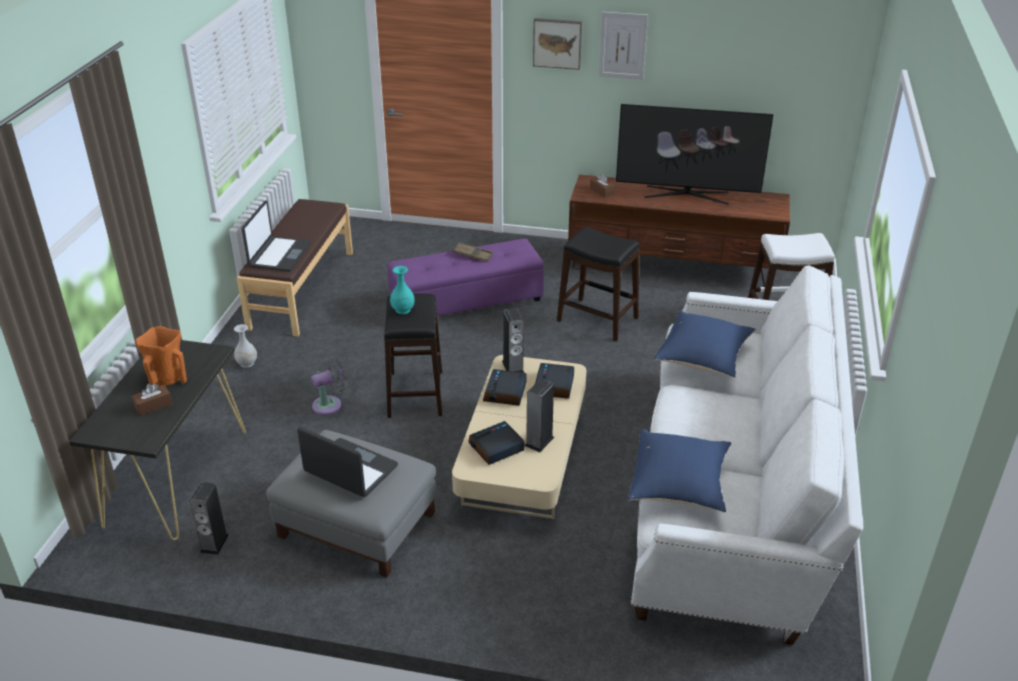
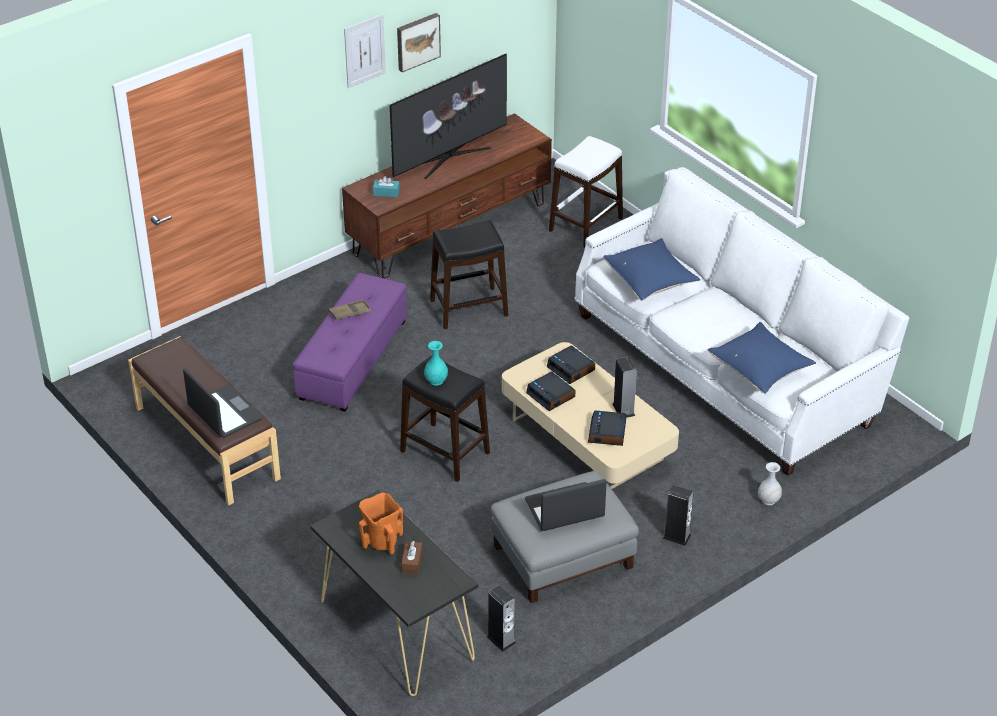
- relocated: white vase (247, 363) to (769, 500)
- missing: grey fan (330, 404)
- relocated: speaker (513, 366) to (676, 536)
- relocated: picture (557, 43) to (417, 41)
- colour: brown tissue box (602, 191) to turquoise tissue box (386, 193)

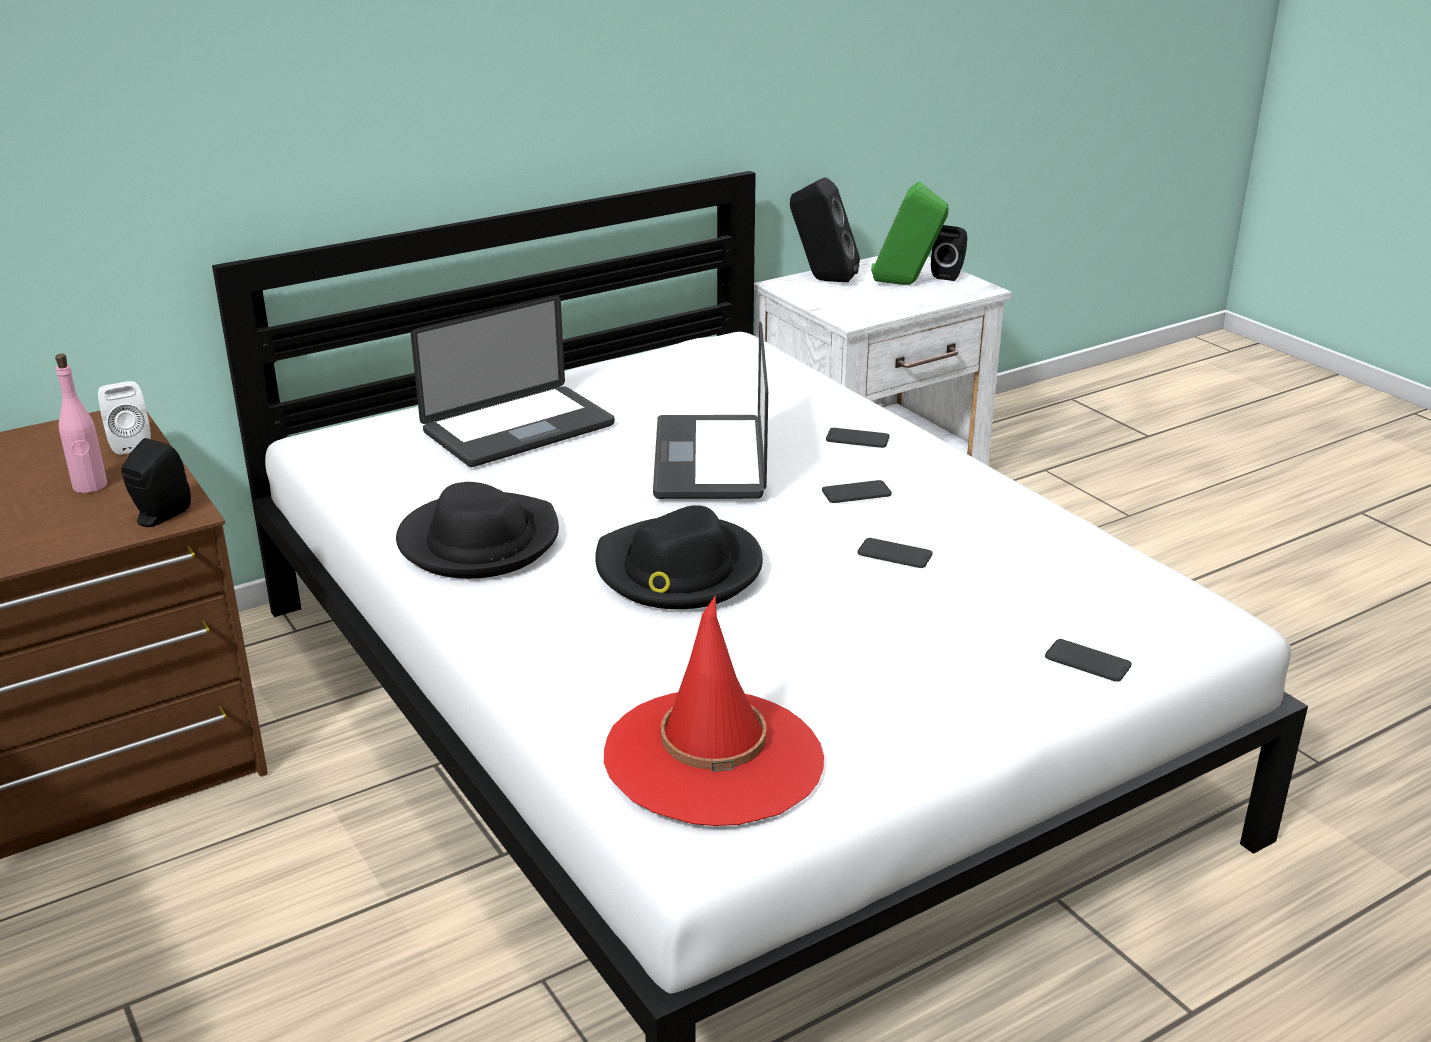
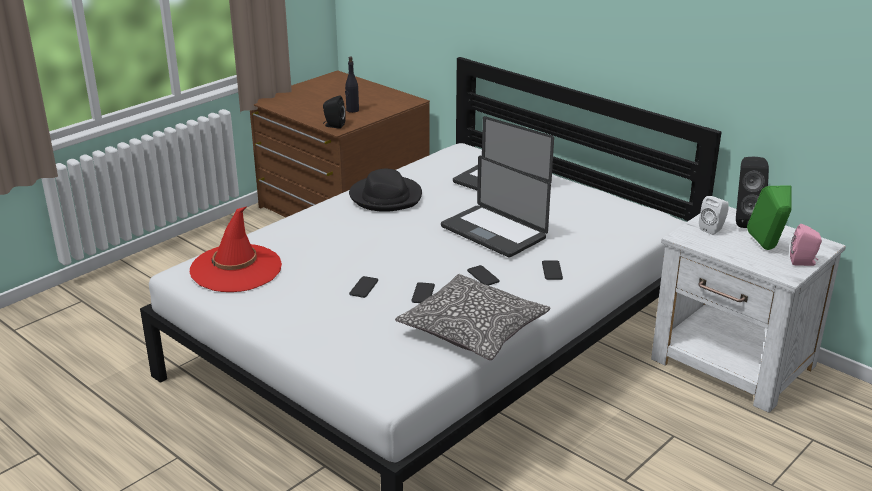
- colour: pink bottle (90, 486) to black bottle (352, 110)
- relocated: white speaker (128, 444) to (713, 229)
- missing: black hat (678, 570)
- spun: laptop (710, 460) = (493, 232) 120 degrees counterclockwise
- colour: black speaker (949, 275) to pink speaker (803, 262)
- relocated: phone (1087, 661) to (364, 287)
- appeared: pillow (473, 330)

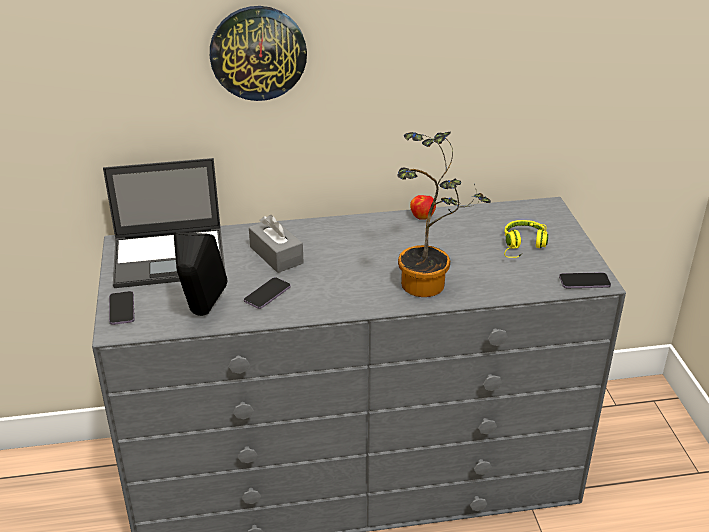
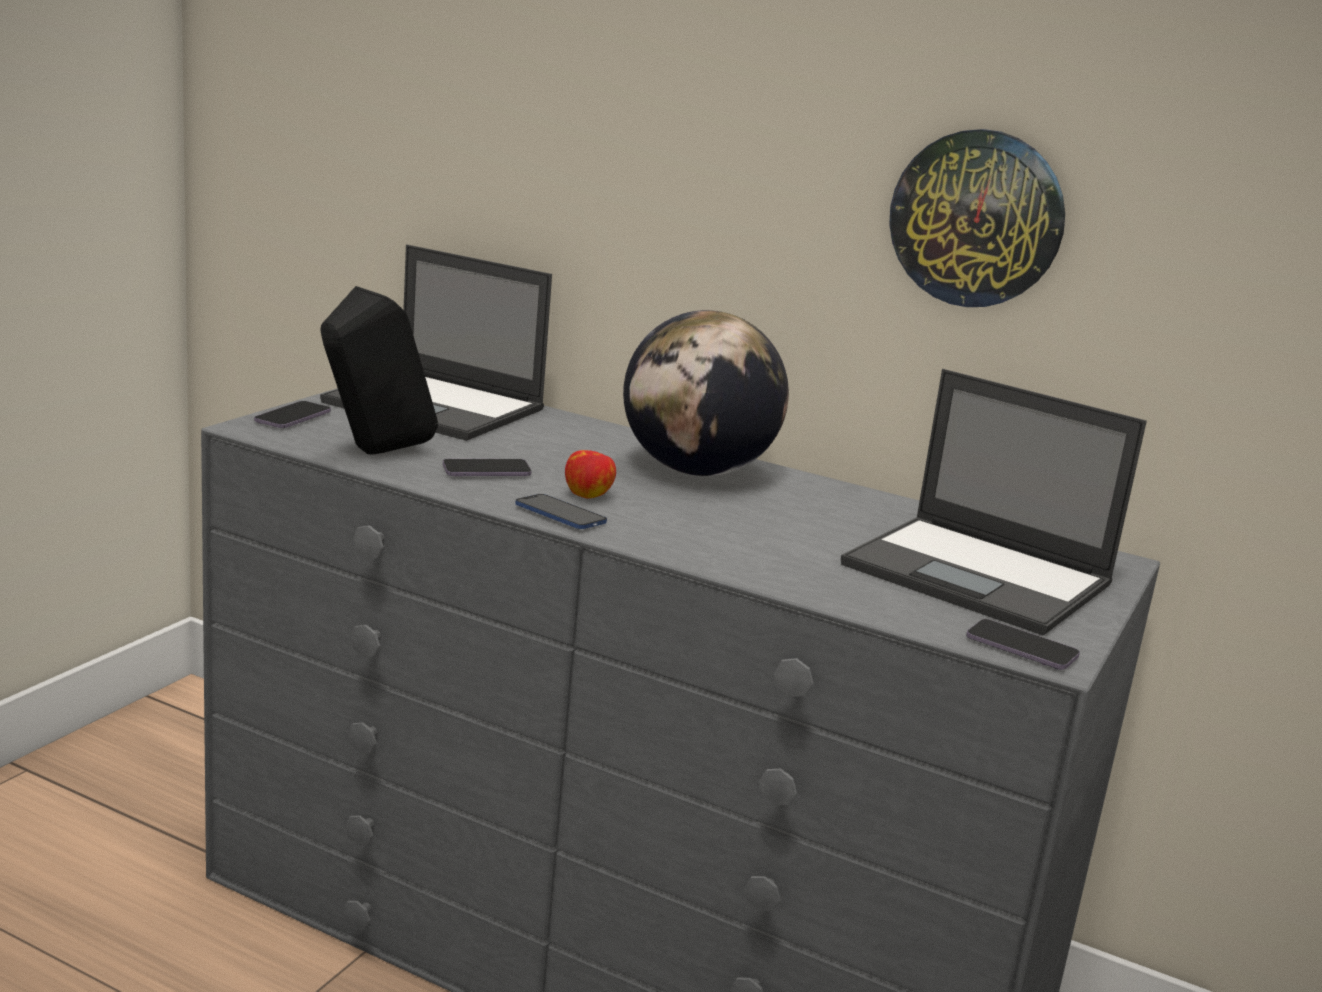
- relocated: wall clock (258, 53) to (977, 218)
- missing: grey tissue box (276, 255)
- missing: potted plant (429, 286)
- relocated: apple (422, 216) to (588, 495)
- exchanged: yellow headphones (523, 246) to laptop (980, 576)
- appeared: phone (560, 514)
- appeared: globe (696, 471)

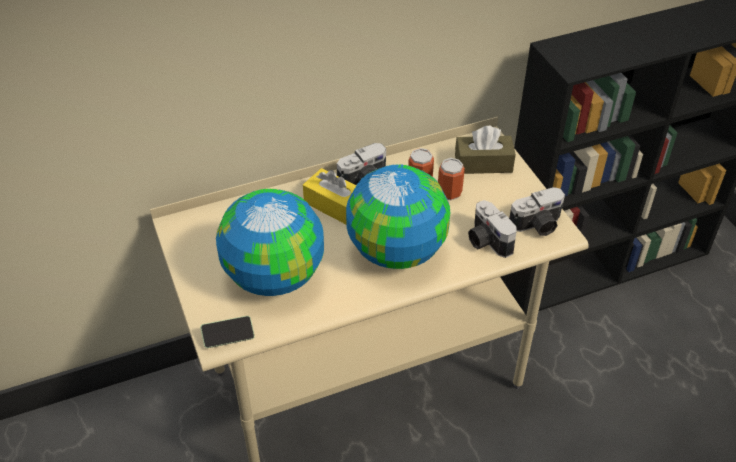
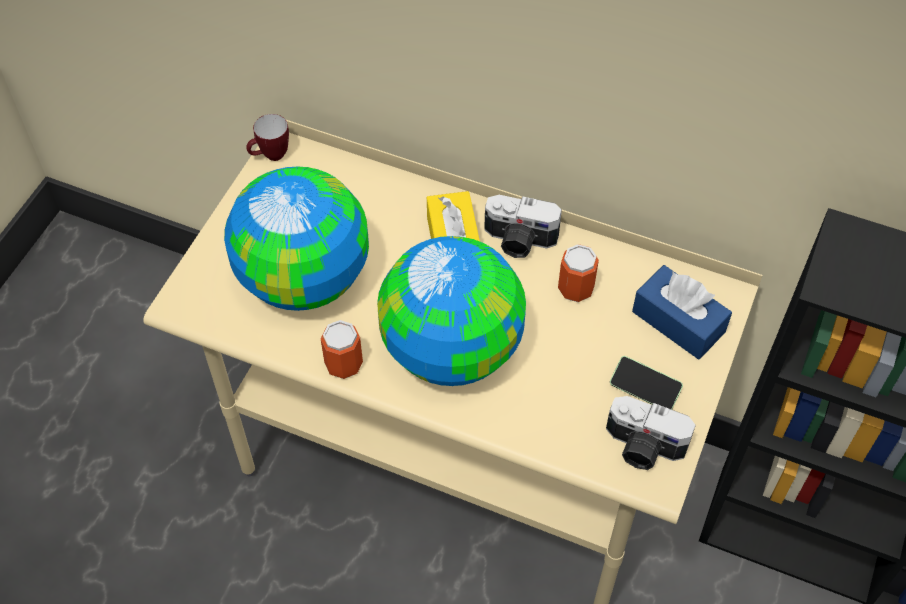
- relocated: phone (228, 336) to (644, 388)
- relocated: can (449, 192) to (344, 364)
- colour: brown tissue box (483, 163) to blue tissue box (678, 322)
- missing: photo camera (486, 241)
- appeared: mug (271, 156)

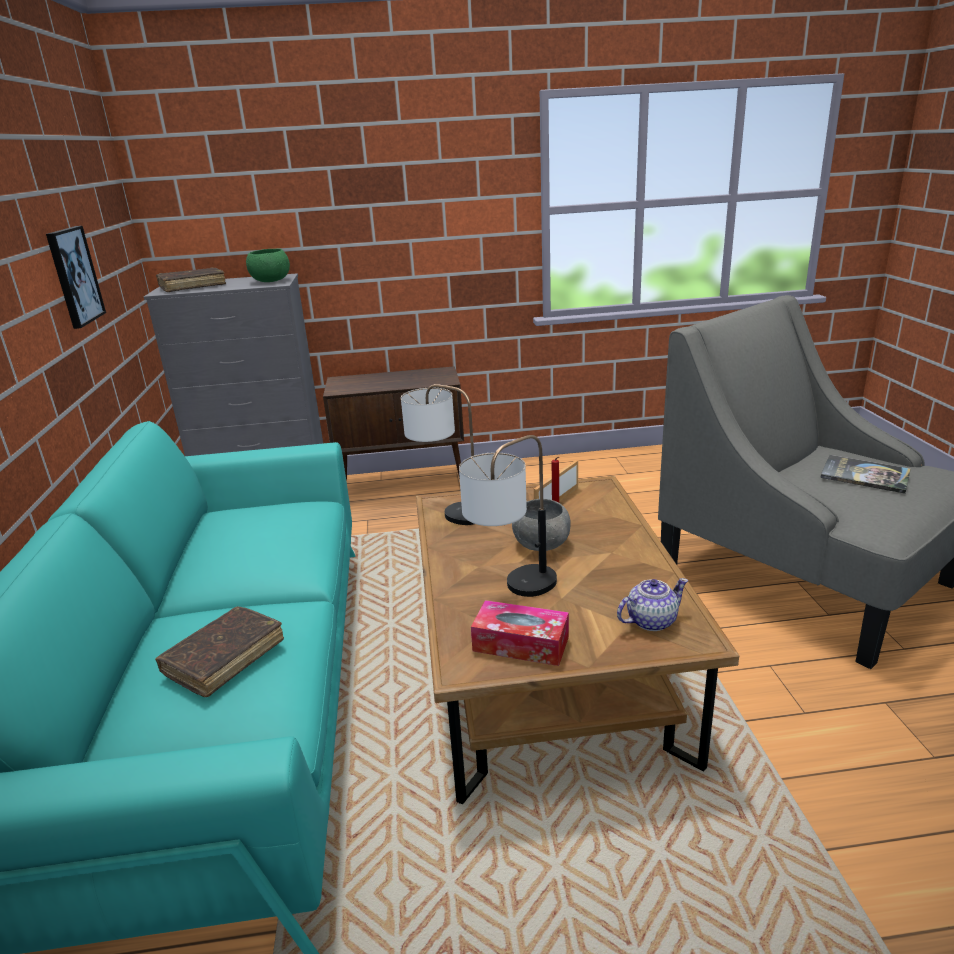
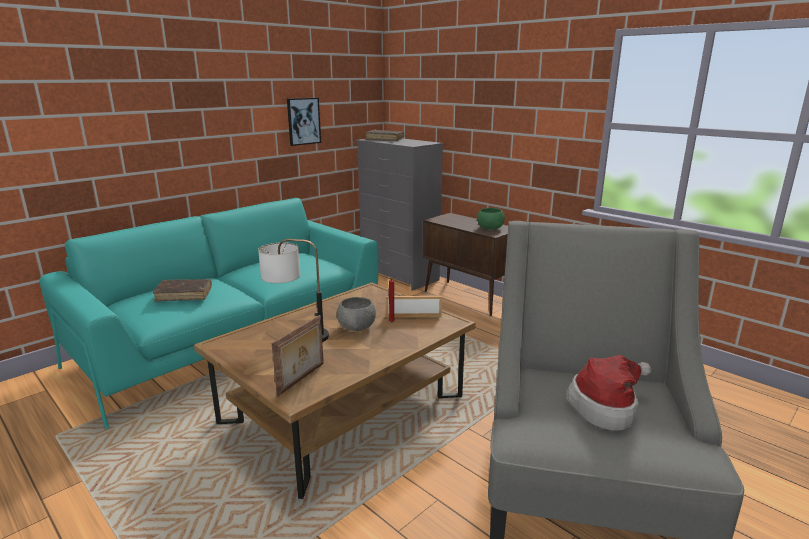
- relocated: green bowl (271, 281) to (490, 228)
- missing: table lamp (448, 510)
- missing: tissue box (521, 644)
- exchanged: teapot (650, 621) to picture frame (302, 379)
- exchanged: book (865, 475) to hat (606, 406)

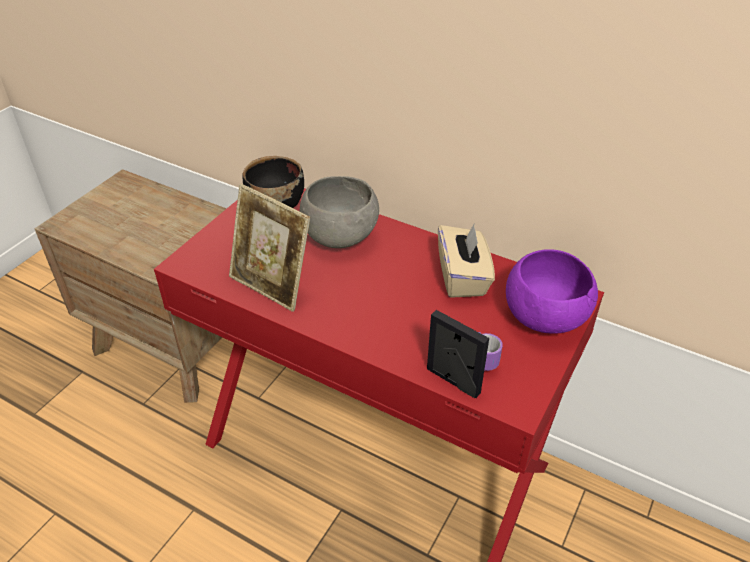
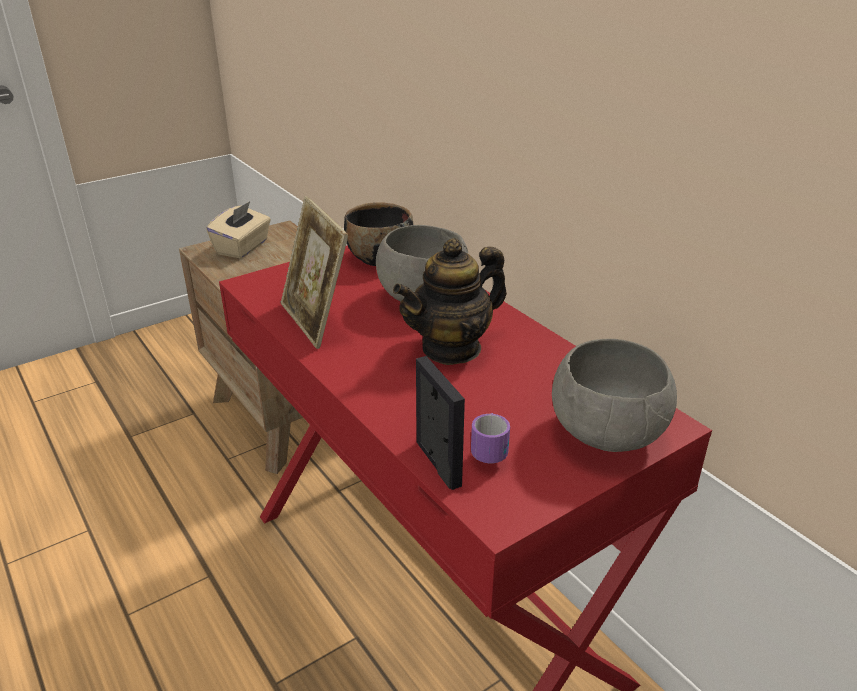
- relocated: beige tissue box (463, 277) to (243, 247)
- colour: purple bowl (546, 318) to grey bowl (608, 434)
- appeared: teapot (452, 348)

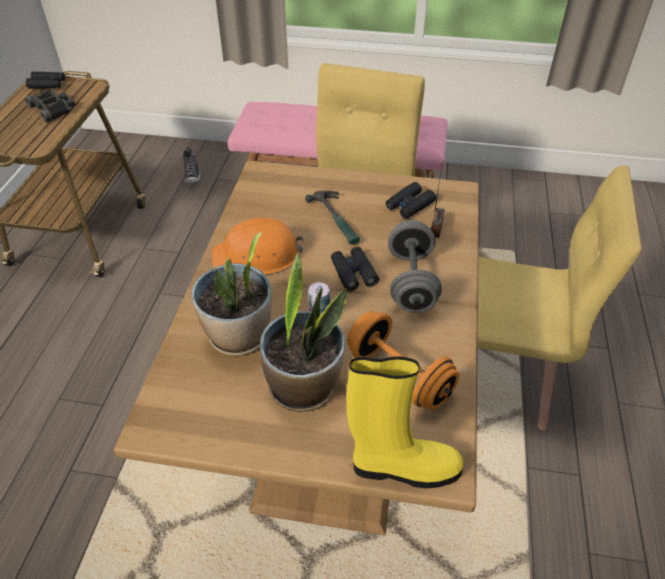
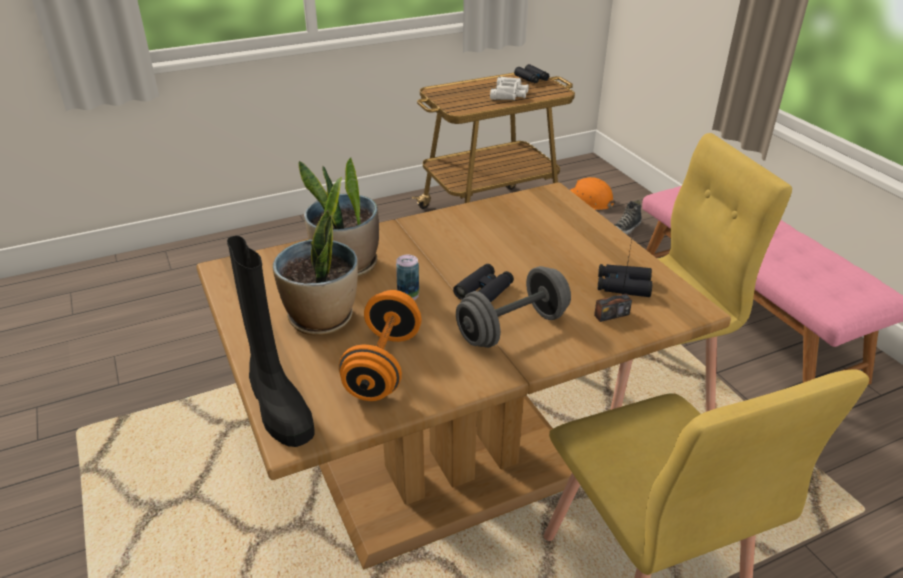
- colour: black binoculars (53, 109) to white binoculars (509, 94)
- relocated: orange hard hat (257, 256) to (590, 200)
- missing: hammer (337, 220)
- colour: yellow boot (402, 468) to black boot (278, 407)

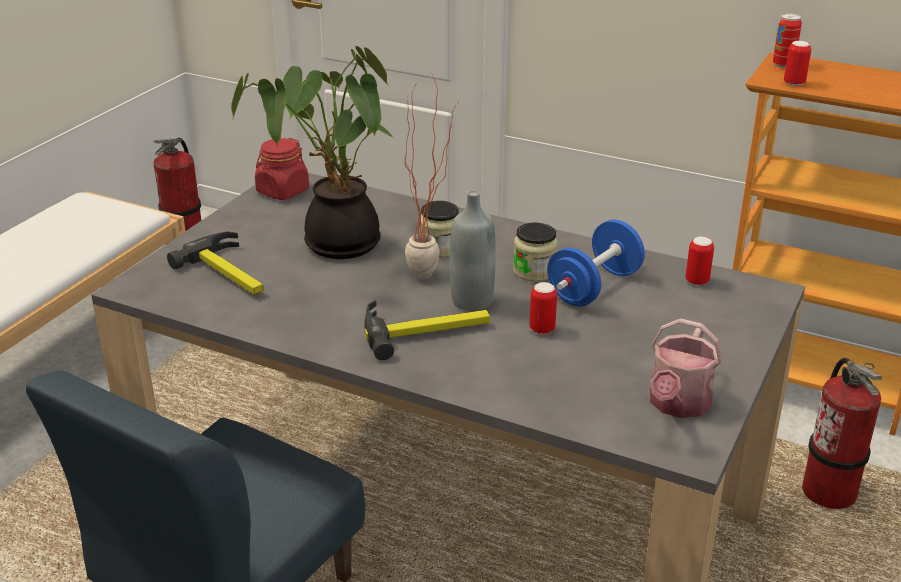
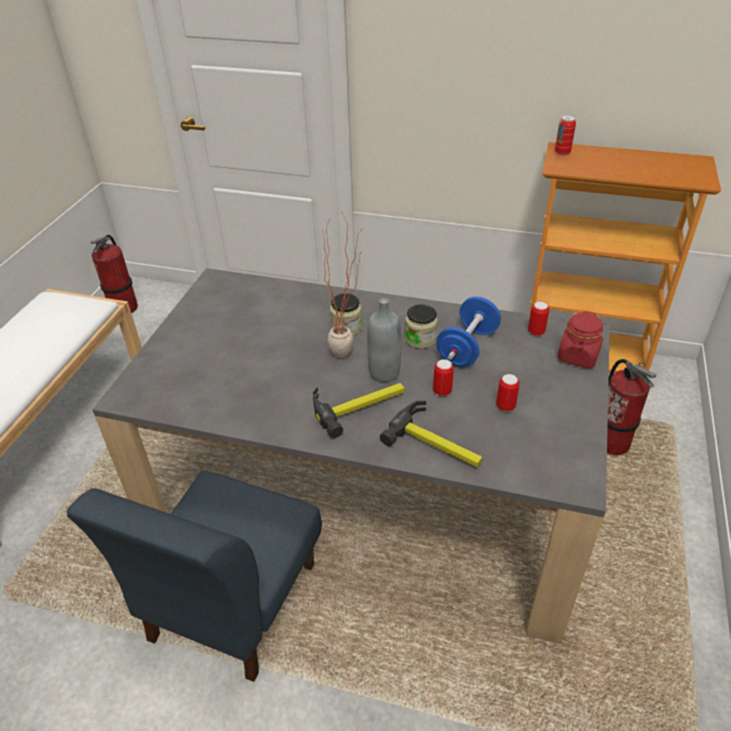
- relocated: hammer (230, 273) to (437, 443)
- missing: potted plant (335, 244)
- relocated: red jar (282, 191) to (578, 356)
- missing: watering can (677, 404)
- relocated: can (794, 83) to (505, 406)

